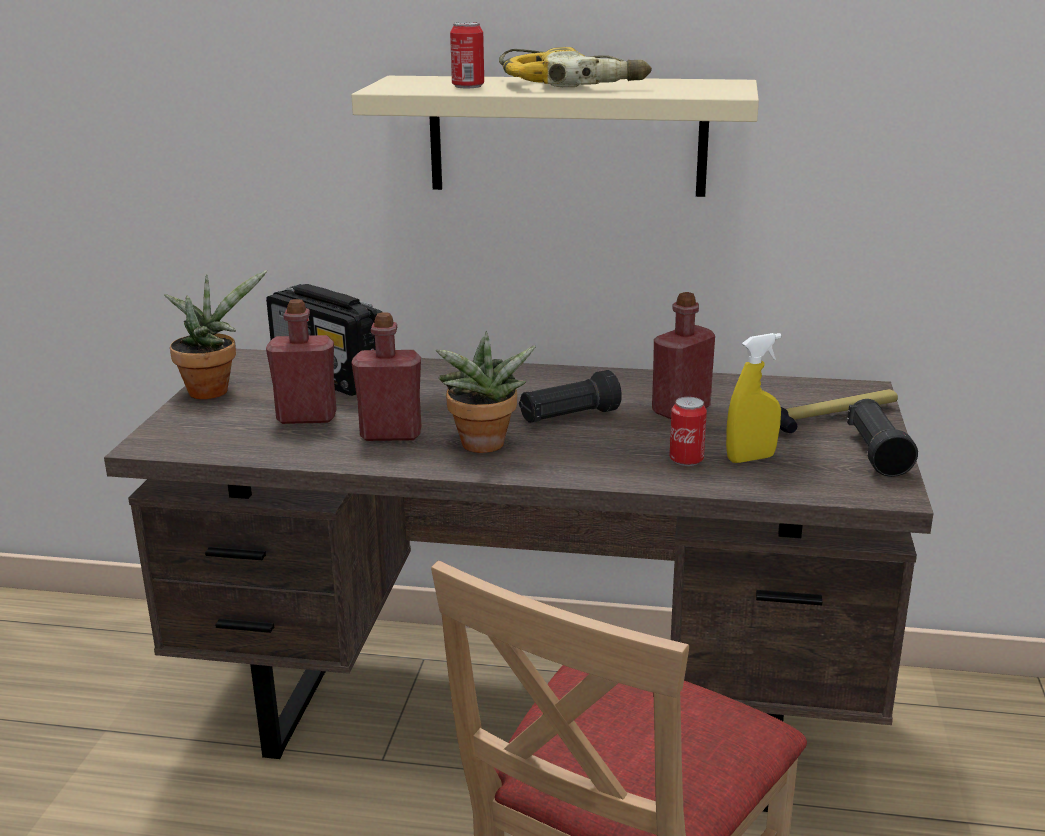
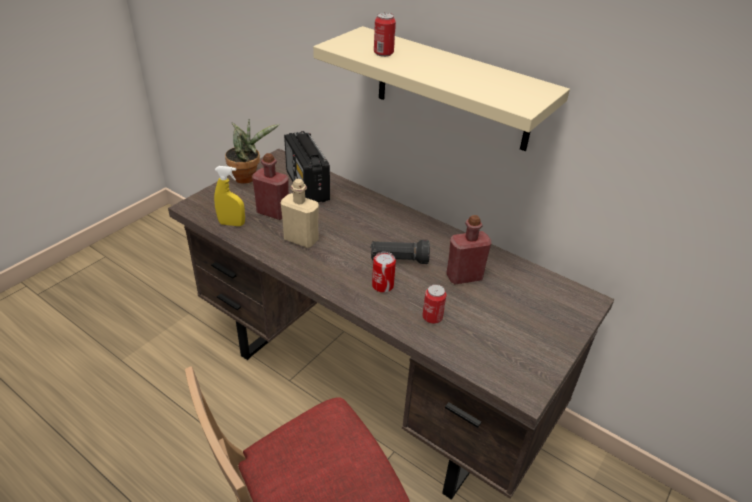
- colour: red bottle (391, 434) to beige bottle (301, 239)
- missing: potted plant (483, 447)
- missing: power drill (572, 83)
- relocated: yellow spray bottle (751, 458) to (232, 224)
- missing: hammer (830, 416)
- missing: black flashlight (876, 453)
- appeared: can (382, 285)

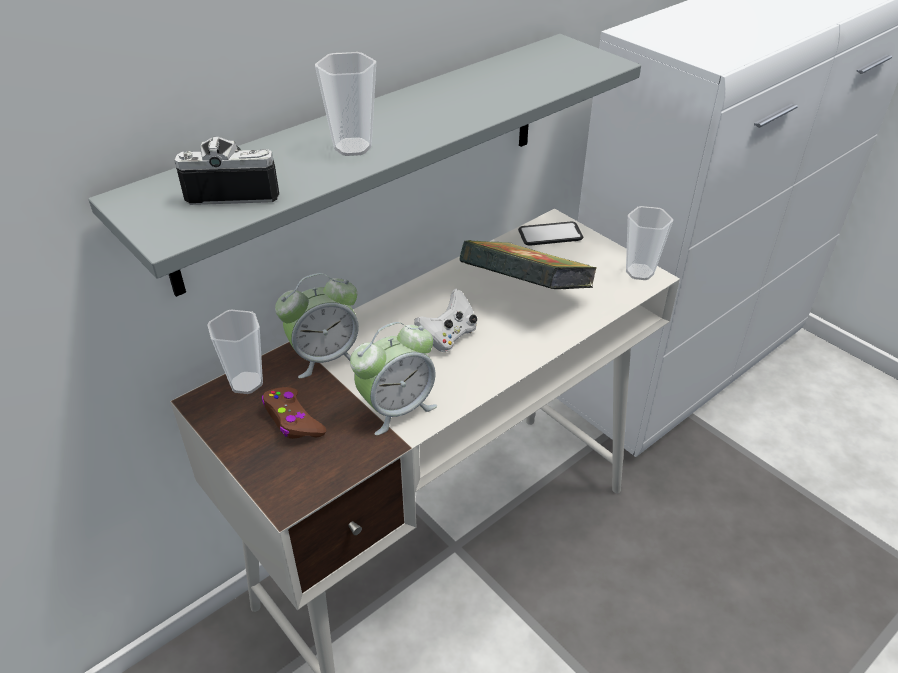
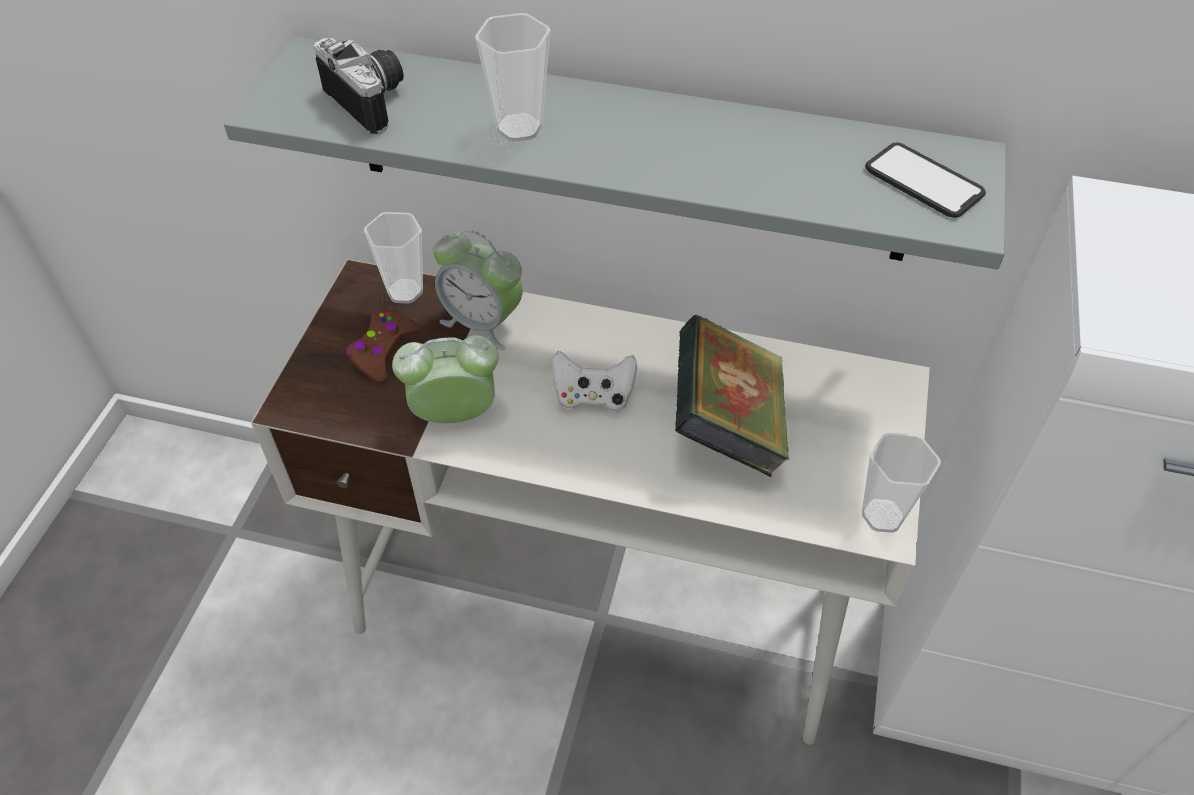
- spun: alarm clock (397, 408) = (455, 415) 150 degrees clockwise
- relocated: phone (550, 234) to (923, 181)

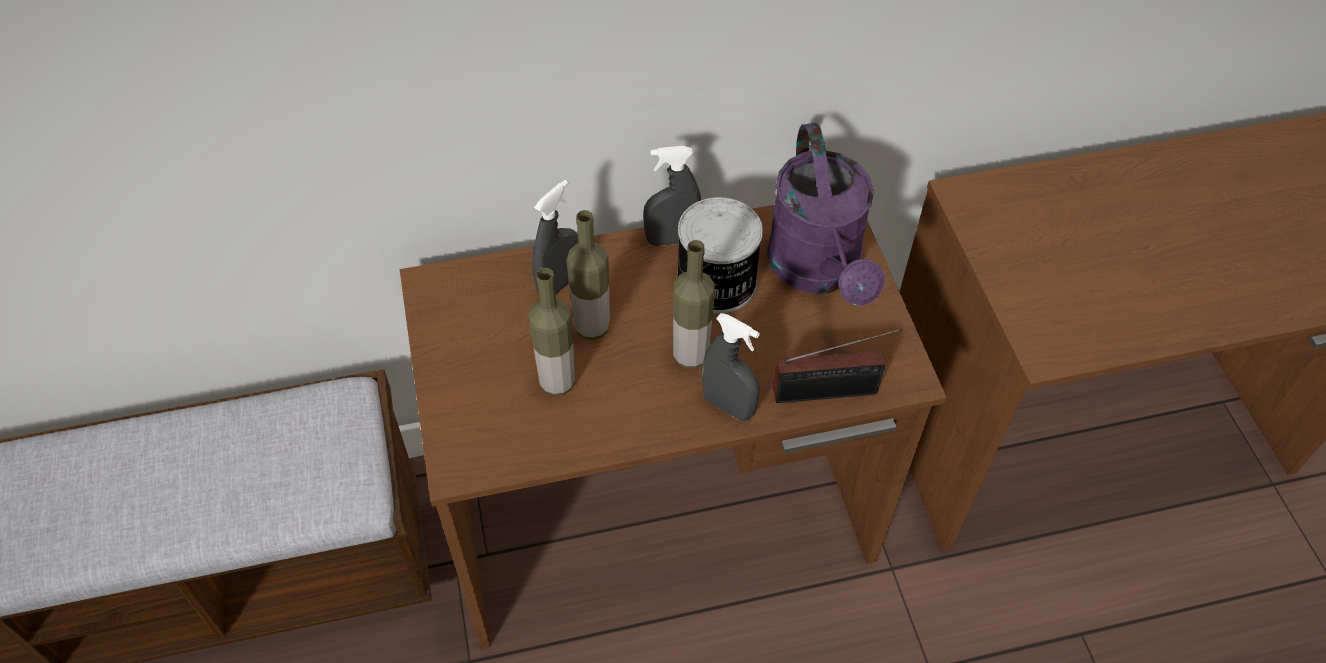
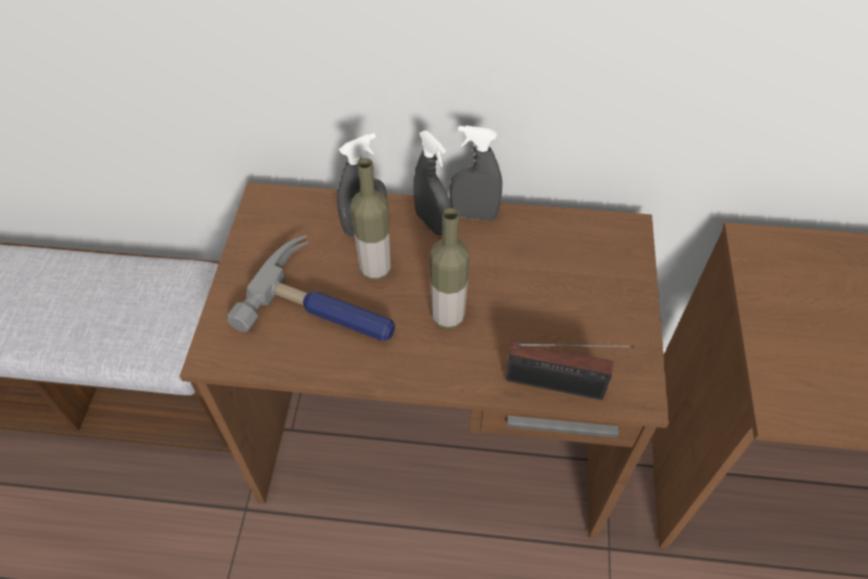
- exchanged: bottle (557, 382) to hammer (326, 307)
- missing: can (716, 283)
- relocated: grey spray bottle (728, 406) to (431, 223)
- missing: purple watering can (819, 271)

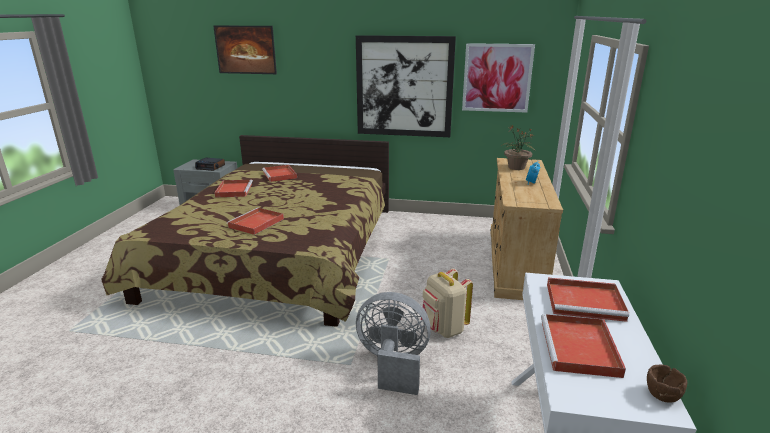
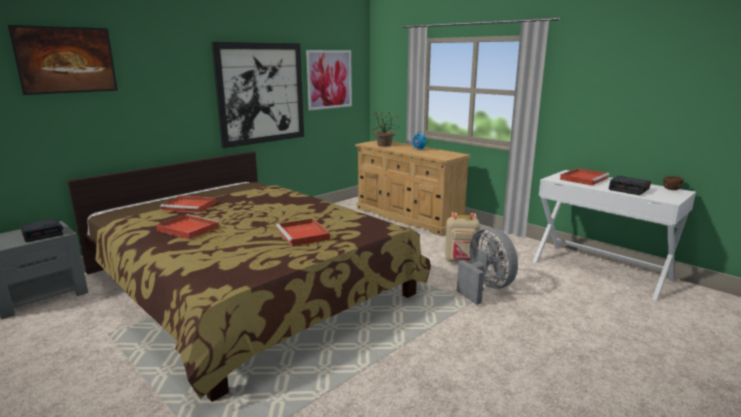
- spun: grey fan (393, 364) = (485, 288) 105 degrees clockwise
- exchanged: red tray (580, 349) to alarm clock (629, 189)

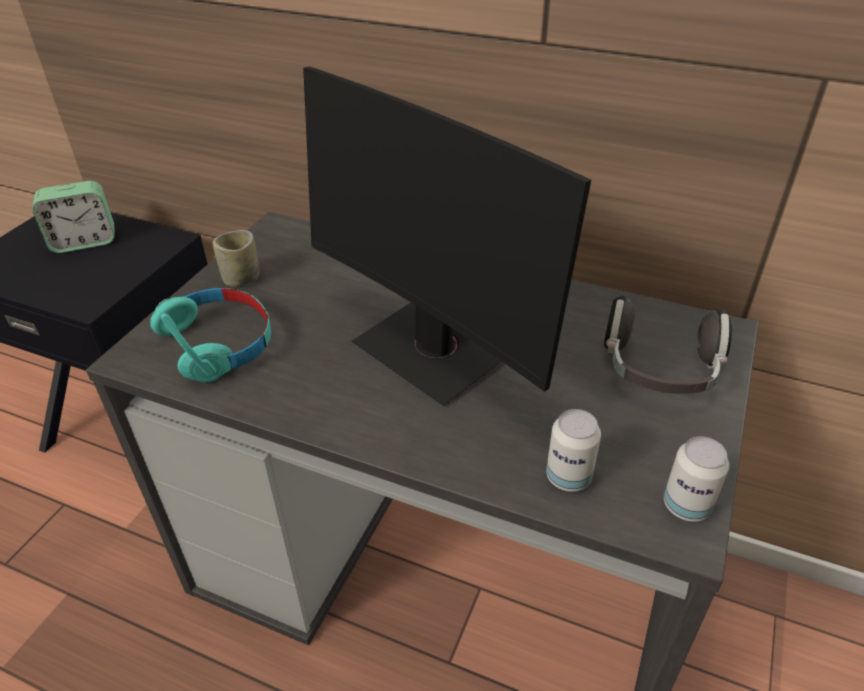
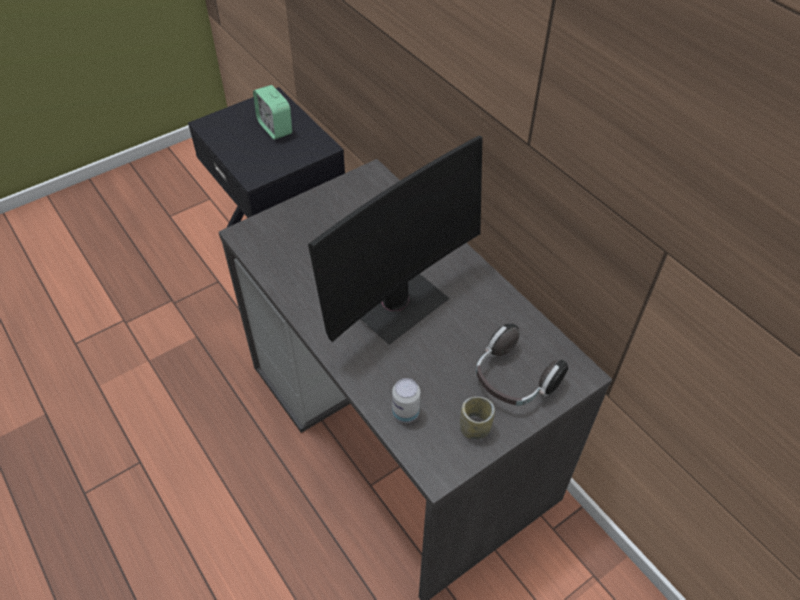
- spun: alarm clock (84, 242) = (275, 128) 45 degrees clockwise
- missing: turquoise headphones (218, 343)
- relocated: cup (241, 279) to (474, 428)
- spun: monitor (433, 350) = (397, 303) 120 degrees counterclockwise
- missing: can (686, 506)

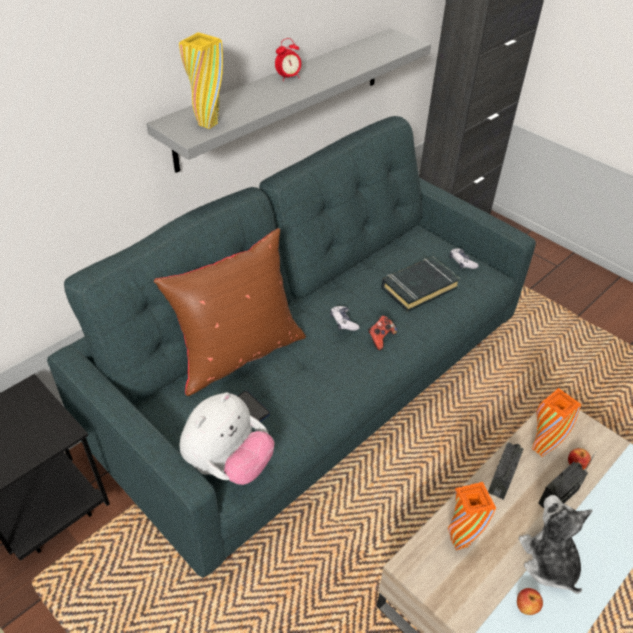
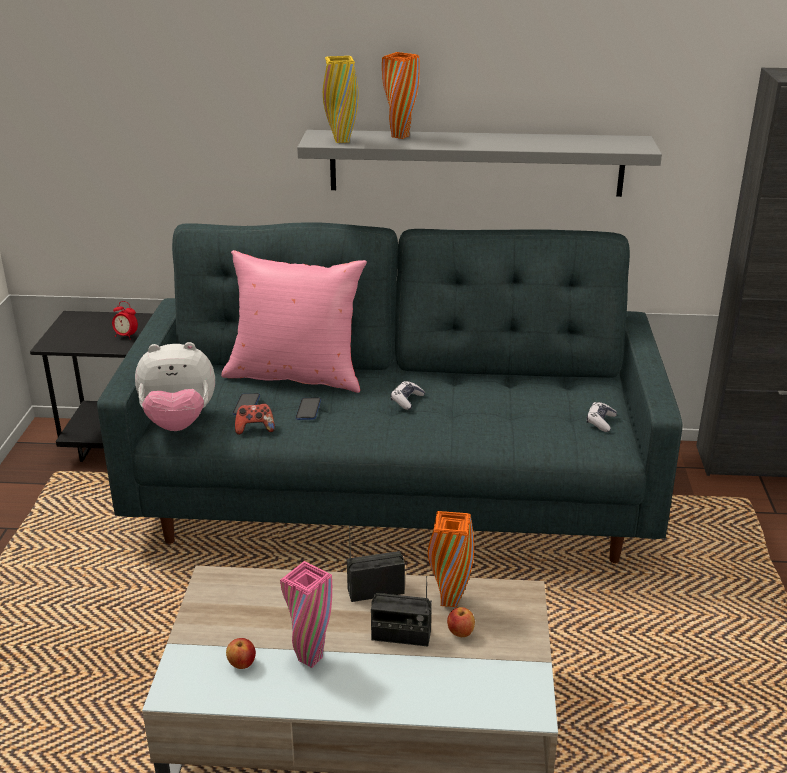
- colour: brown pillow (238, 353) to pink pillow (296, 375)
- relocated: alarm clock (288, 78) to (126, 336)
- relocated: game controller (380, 338) to (255, 429)
- missing: black book (419, 287)
- relocated: orange vase (459, 542) to (400, 136)
- exchanged: plush toy (548, 561) to pink vase (310, 659)
- appeared: phone (308, 410)

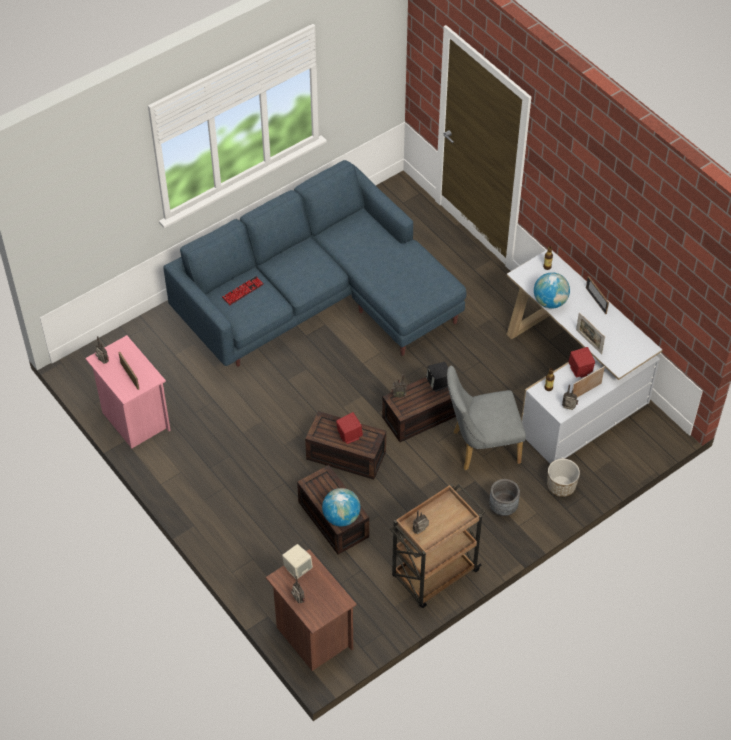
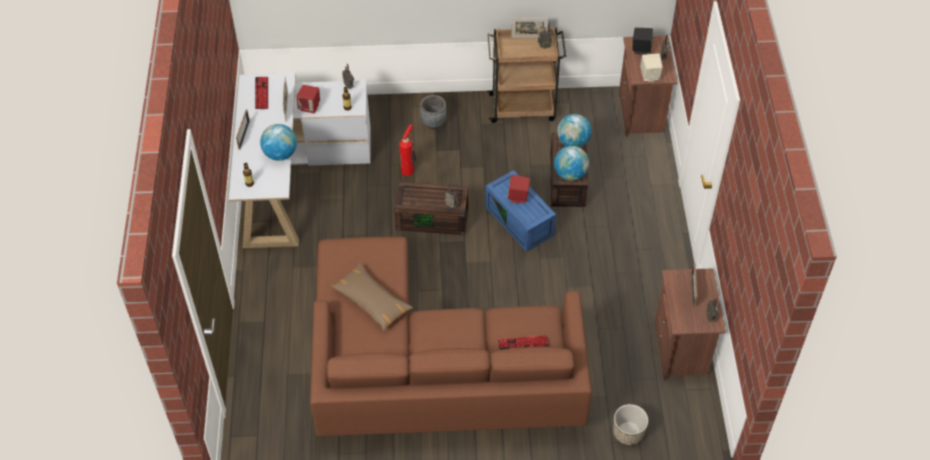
- colour: pink nightstand (134, 420) to brown nightstand (681, 351)
- colour: blue sofa (318, 301) to brown sofa (430, 373)
- colour: brown storage box (344, 456) to blue storage box (521, 221)
- relocated: black speaker (438, 384) to (641, 49)
- exchanged: grey chair (480, 447) to fire extinguisher (409, 171)
- relocated: planter (561, 486) to (628, 433)
- relocated: picture frame (586, 392) to (529, 37)
- appeared: keyboard (261, 93)
- appeared: brown pillow (372, 301)
- appeared: globe (570, 174)

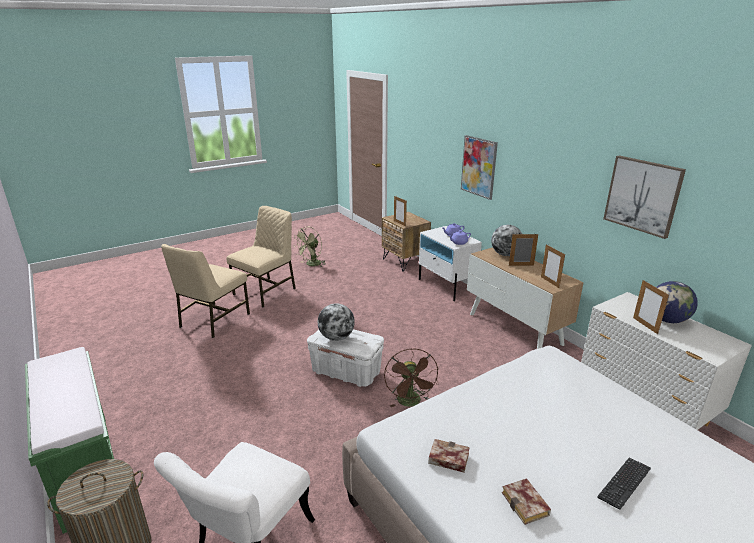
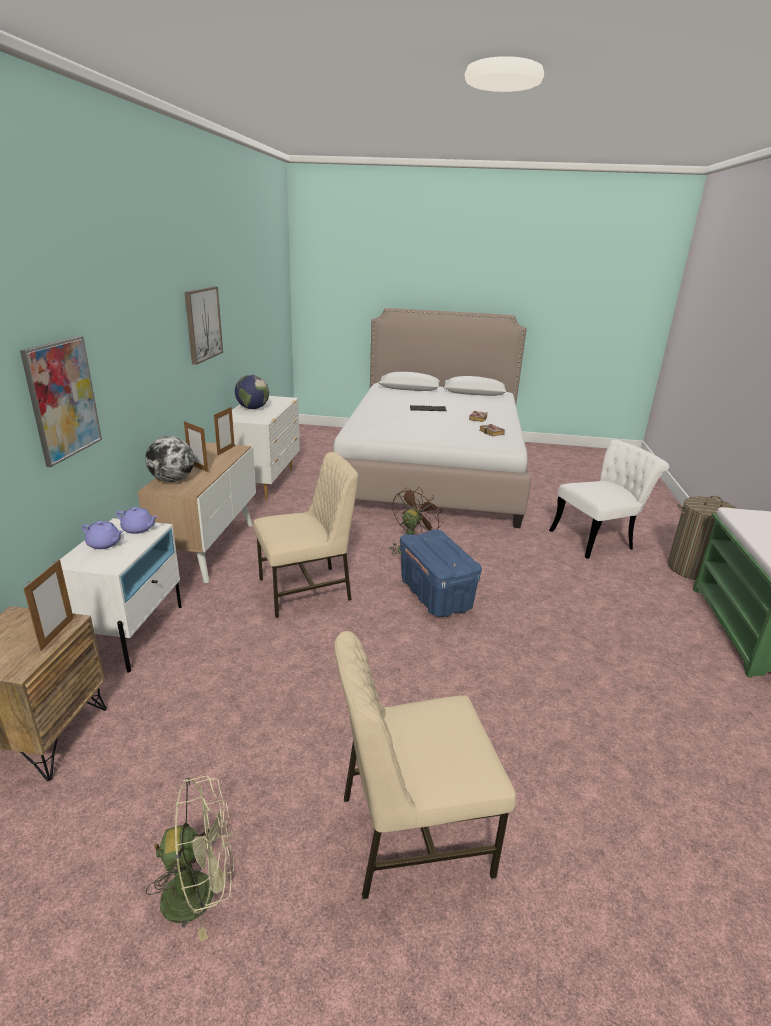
- relocated: beige chair (213, 320) to (306, 590)
- colour: white storage box (347, 372) to blue storage box (434, 594)
- missing: globe (336, 337)
- missing: picture frame (645, 325)

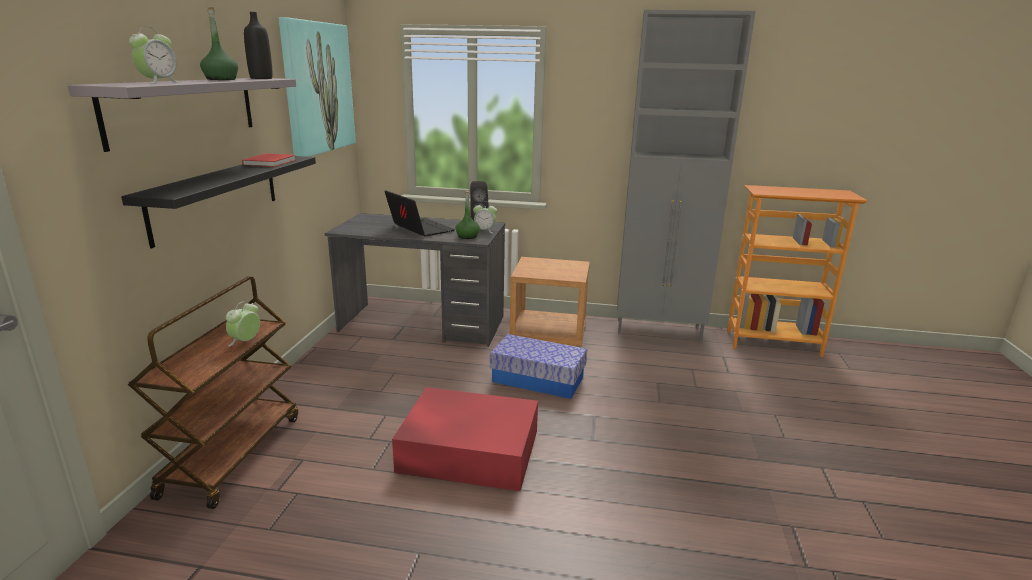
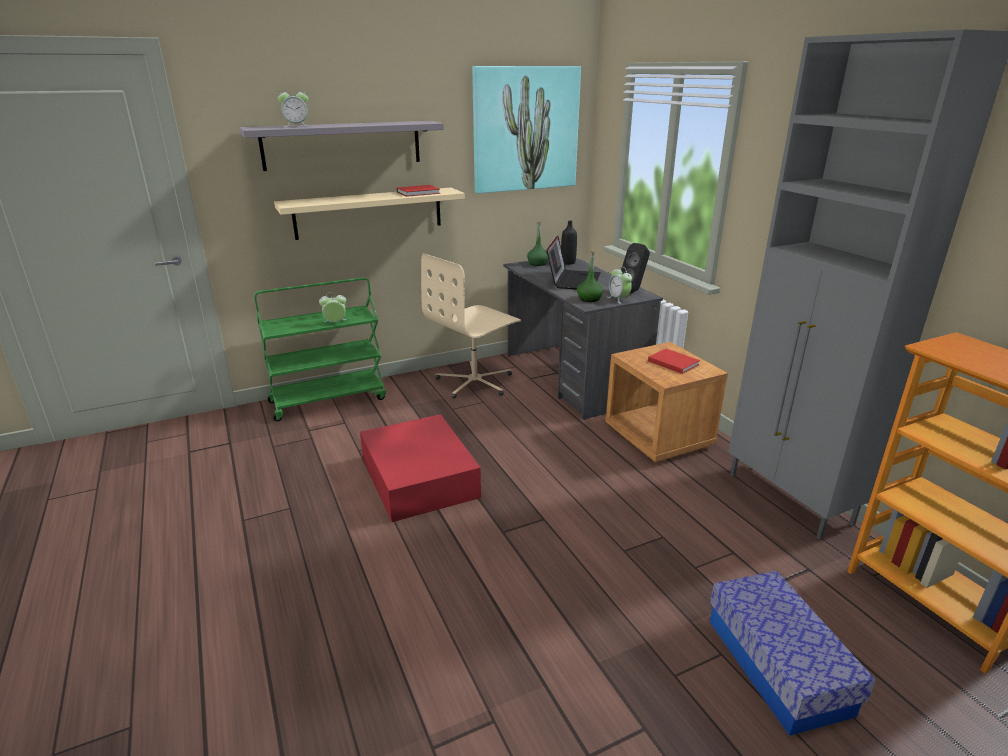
- colour: black shelf (217, 196) to beige shelf (369, 213)
- colour: brown cart (233, 454) to green cart (328, 400)
- relocated: green bottle (221, 79) to (537, 263)
- relocated: black bottle (261, 78) to (568, 262)
- relocated: storage box (538, 379) to (777, 666)
- appeared: beige office chair (475, 382)
- appeared: red book (672, 362)

